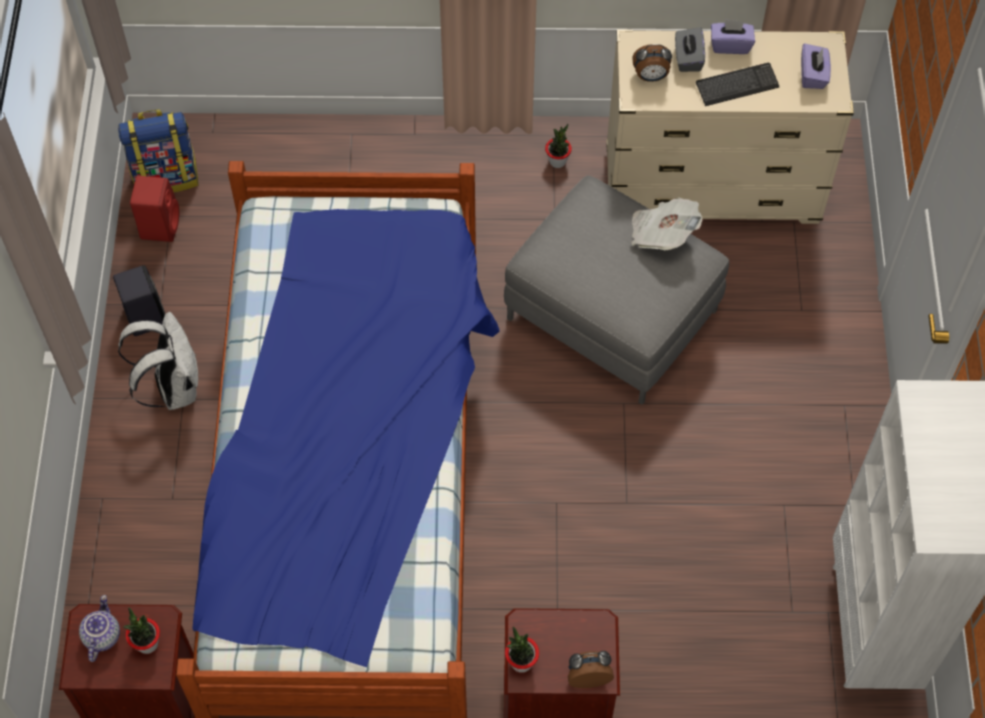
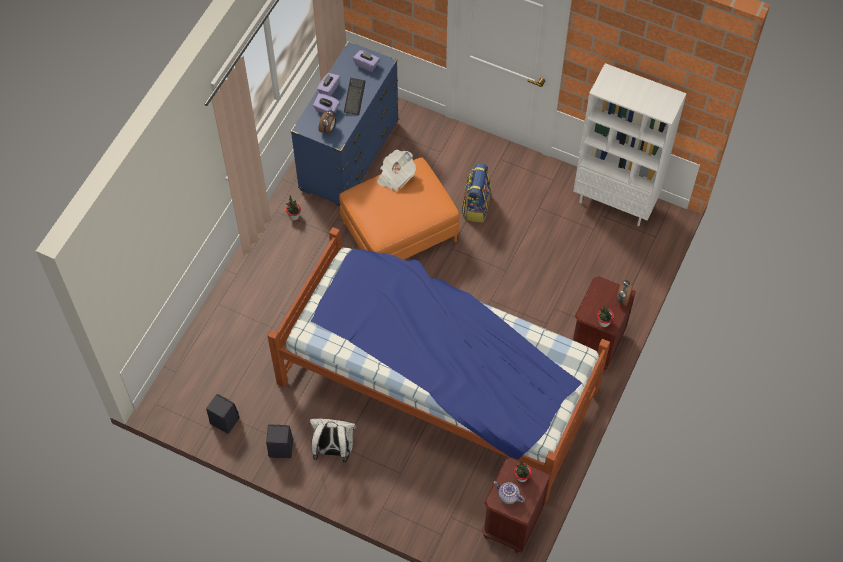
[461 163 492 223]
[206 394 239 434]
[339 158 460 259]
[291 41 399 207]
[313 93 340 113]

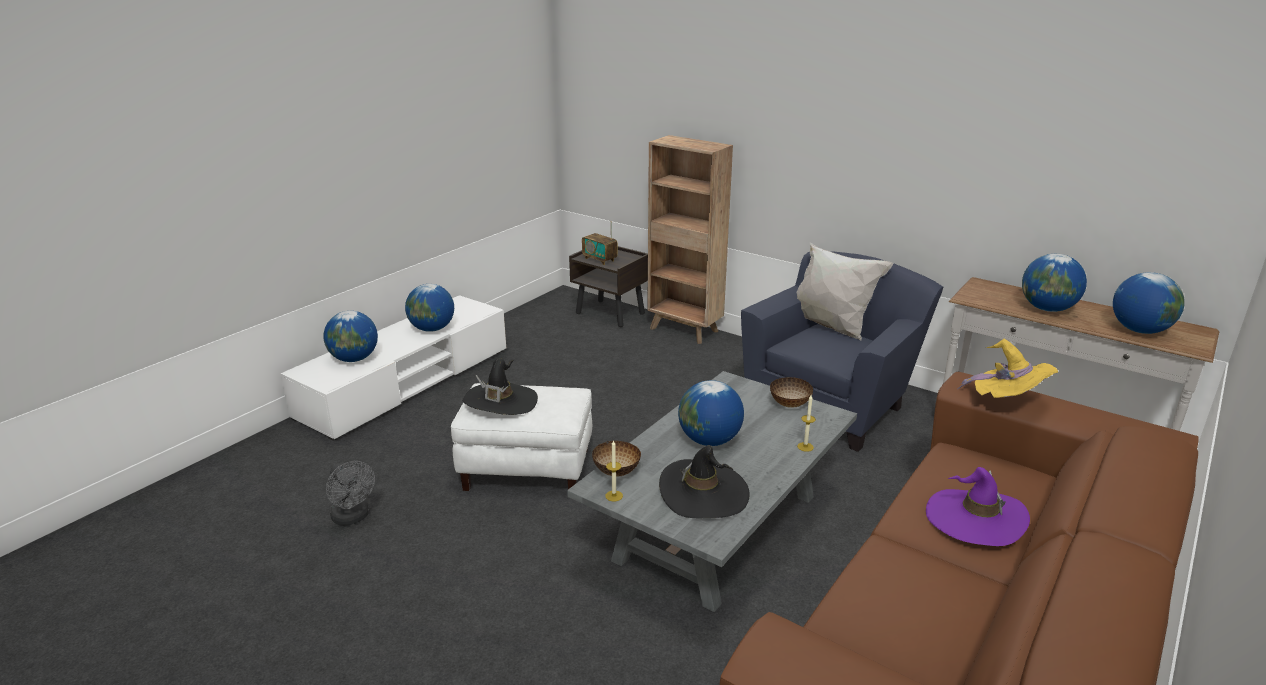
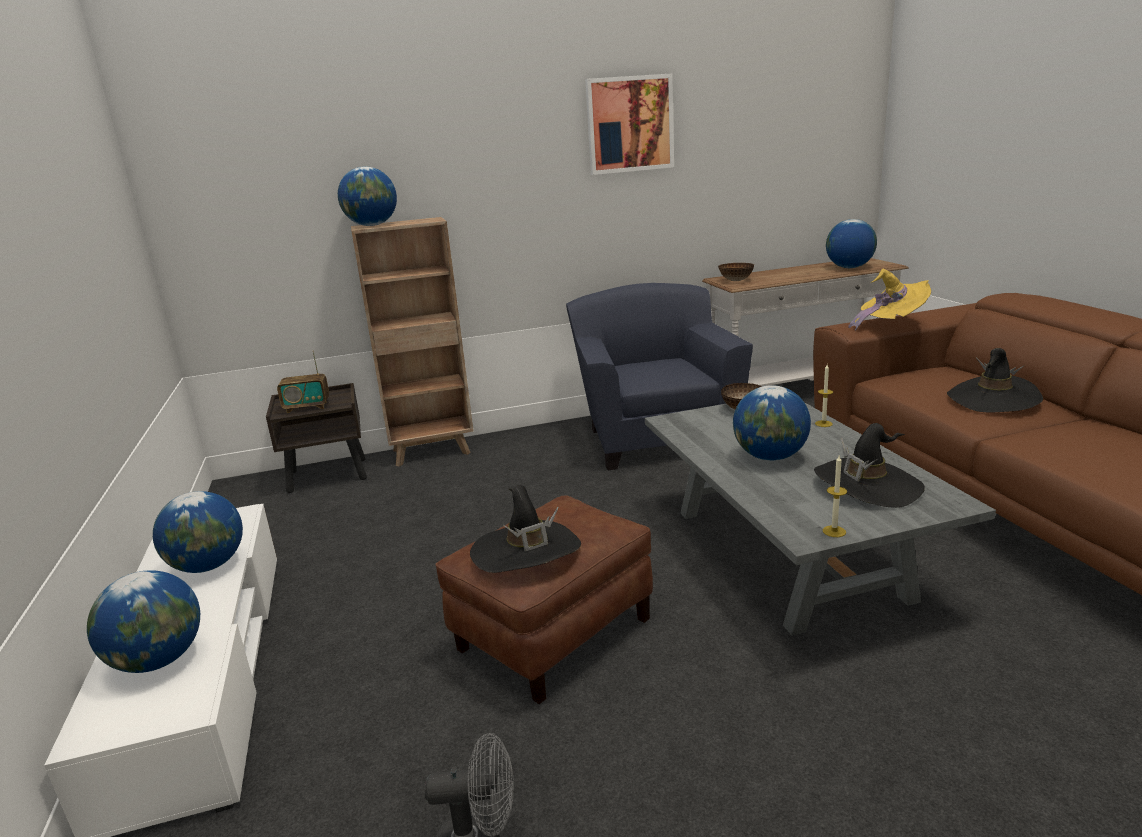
[796 242 894 340] (first image)
[585 73 674 175]
[718 263 754 281]
[338 166 397 226]
[435 495 653 704]
[947 348 1043 413]

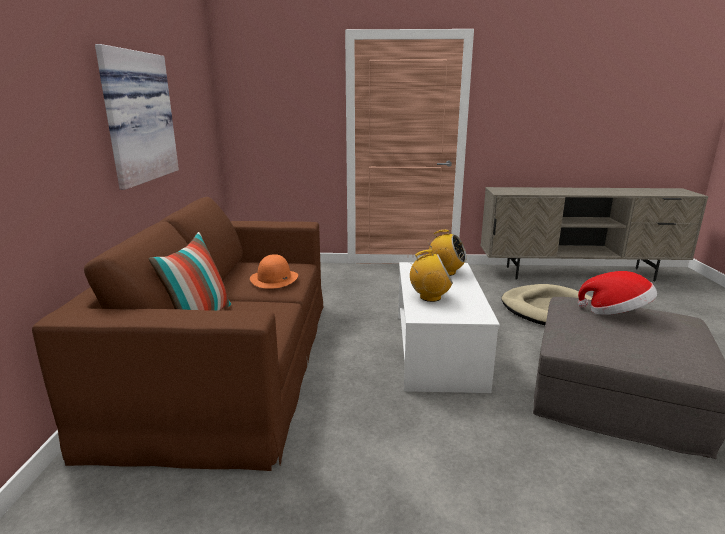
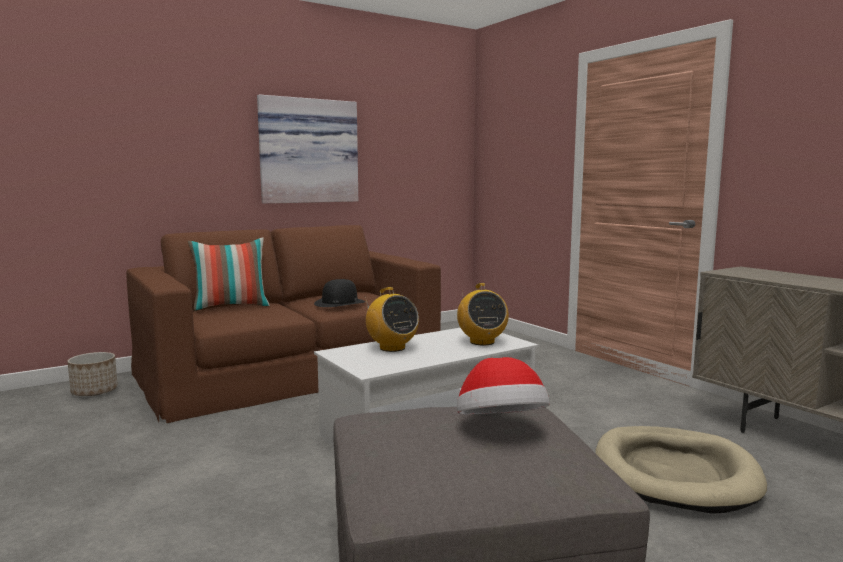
[67 352 118 396]
[314 279 365 307]

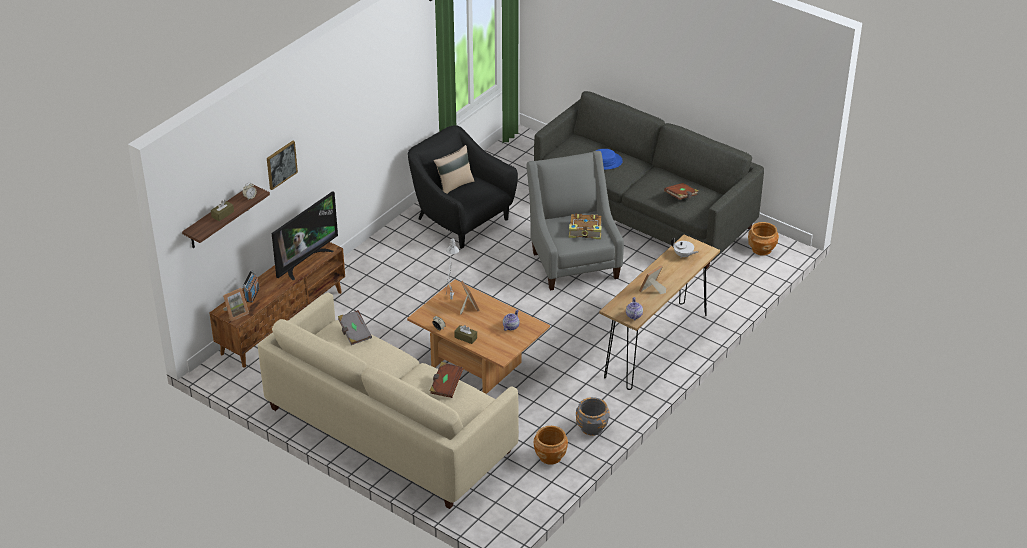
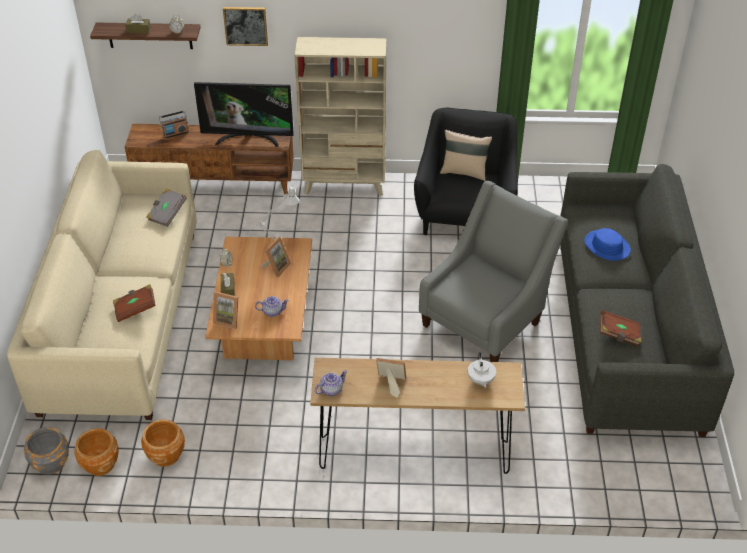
[569 213 602 239] (first image)
[295 37 386 196]
[213 291 238 329]
[24 427 69 475]
[74 428 118 476]

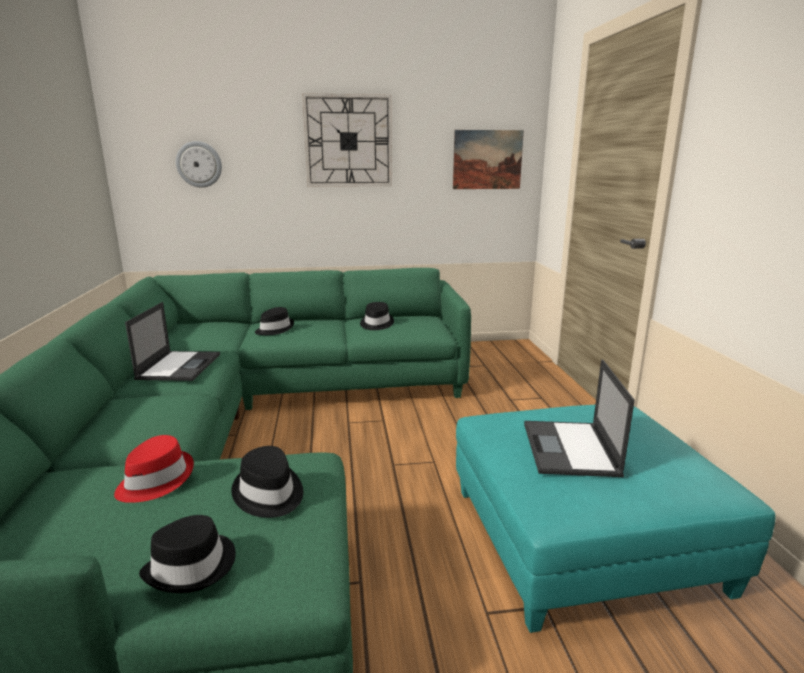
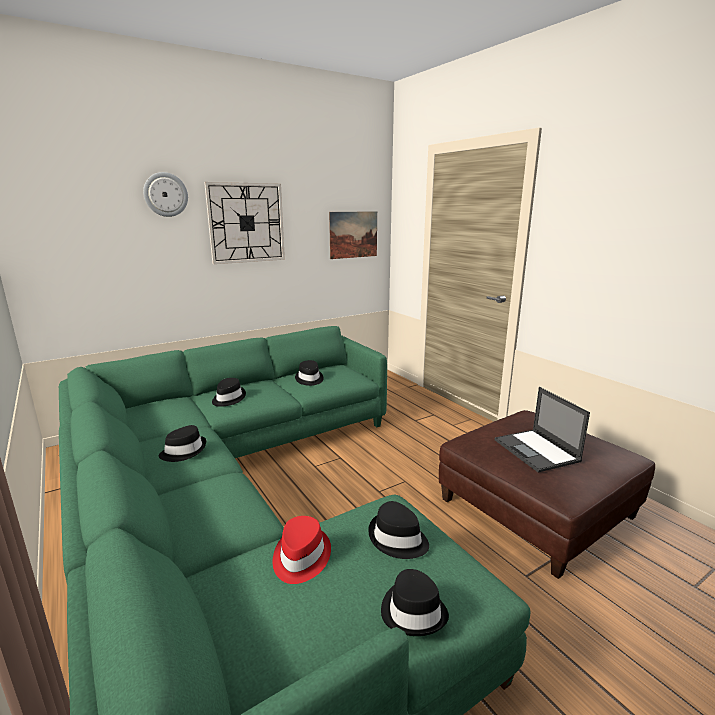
[143 172 188 217]
[159 425 206 462]
[439 410 655 579]

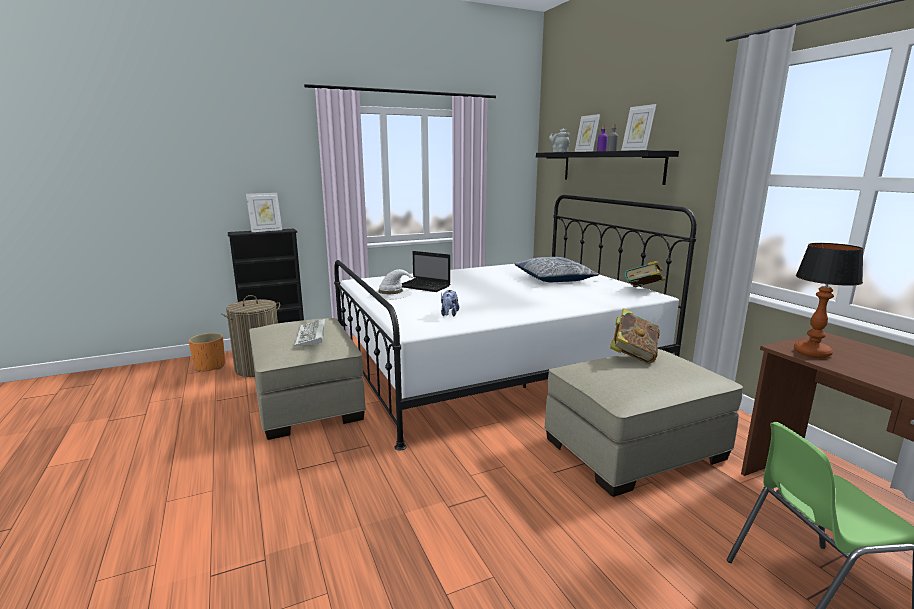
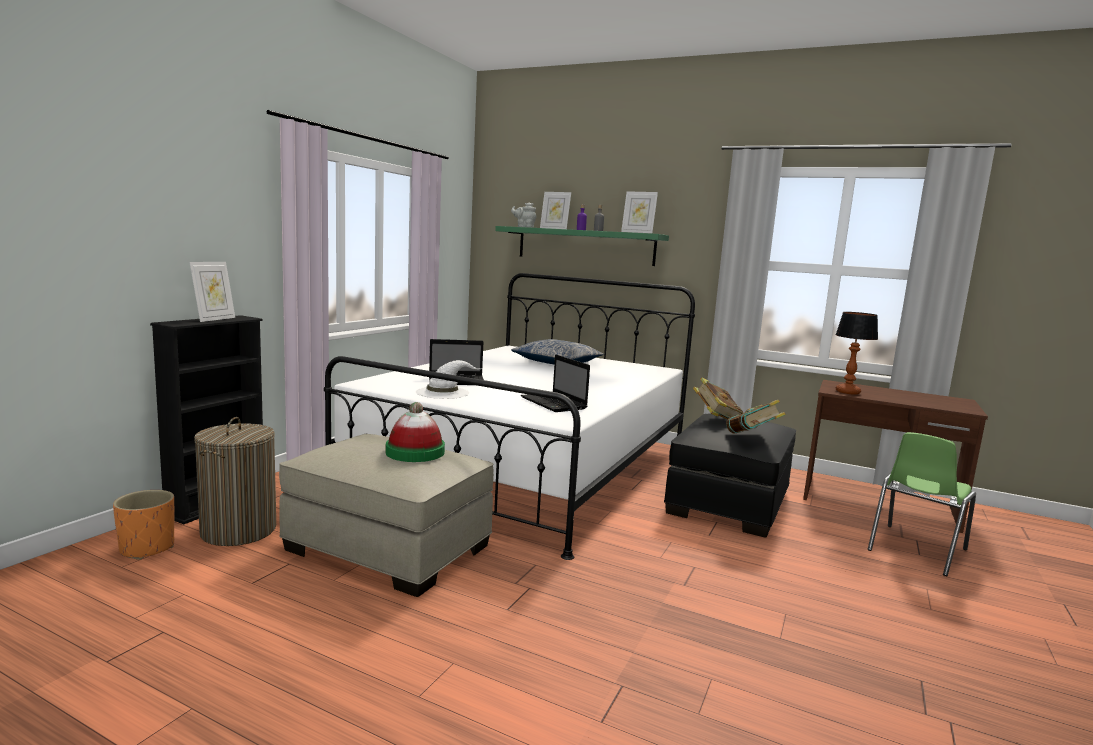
[726 400 786 433]
[386 402 445 462]
[521 355 590 412]
[495 226 669 266]
[664 414 796 538]

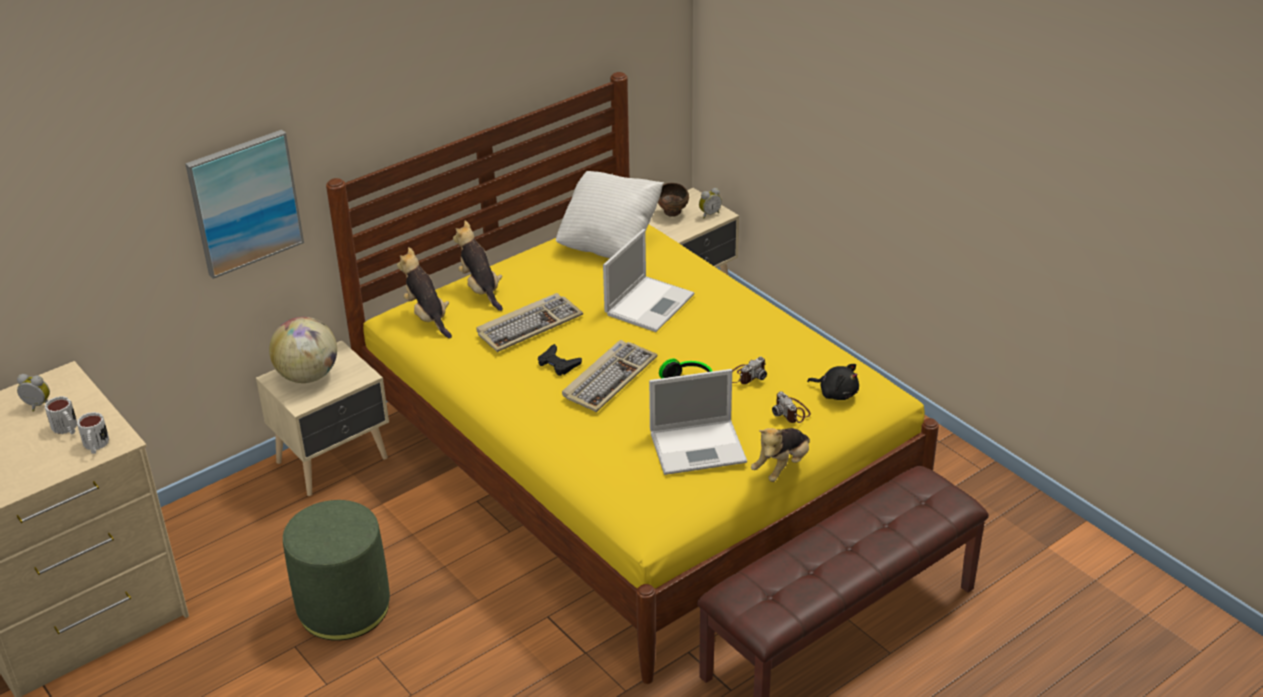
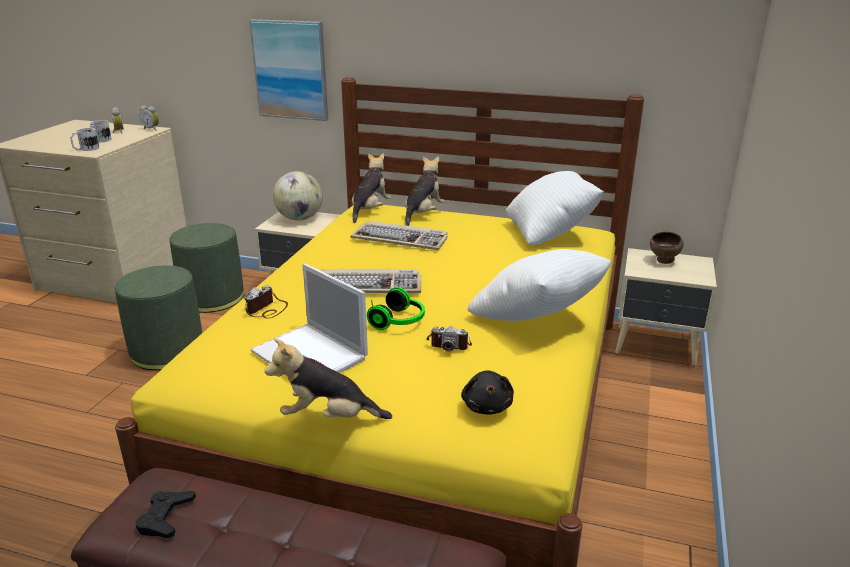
[603 229 694 332] (first image)
[170 223 244 313]
[468 249 612 321]
[136 491 196 538]
[140 106 159 131]
[244 285 288 318]

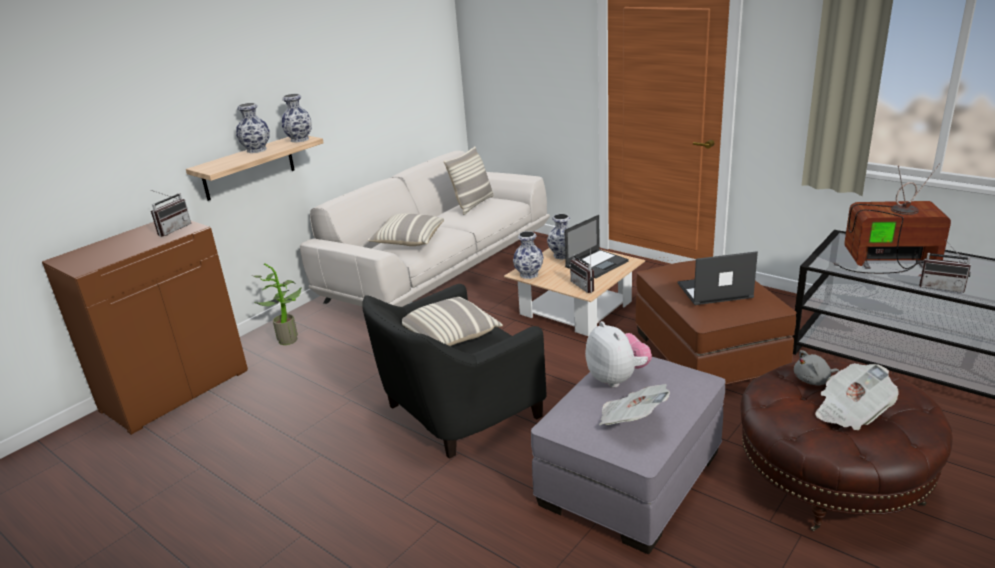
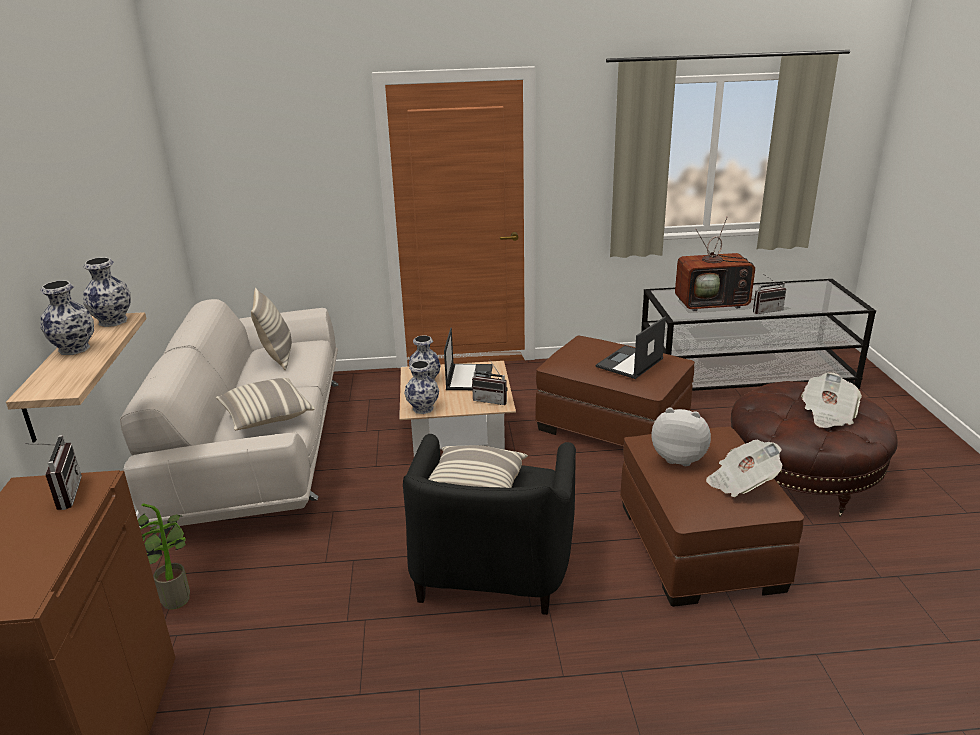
[794 350 840 386] (first image)
[620 427 804 607]
[675 216 755 311]

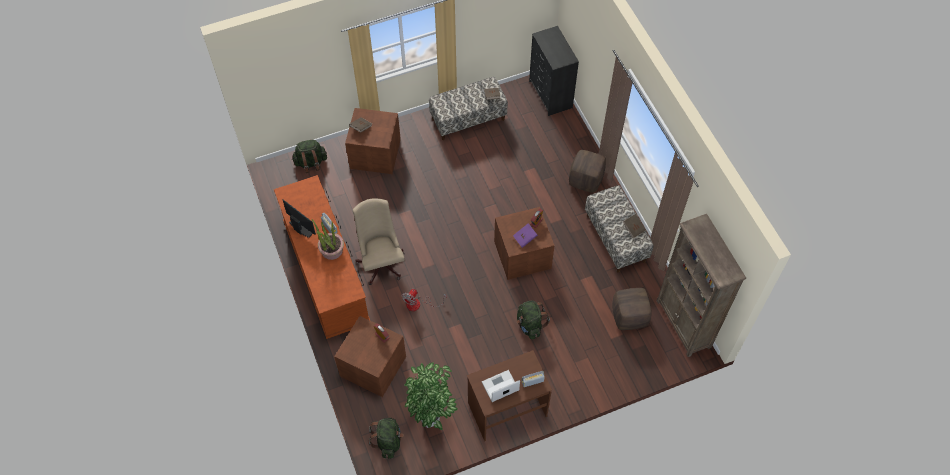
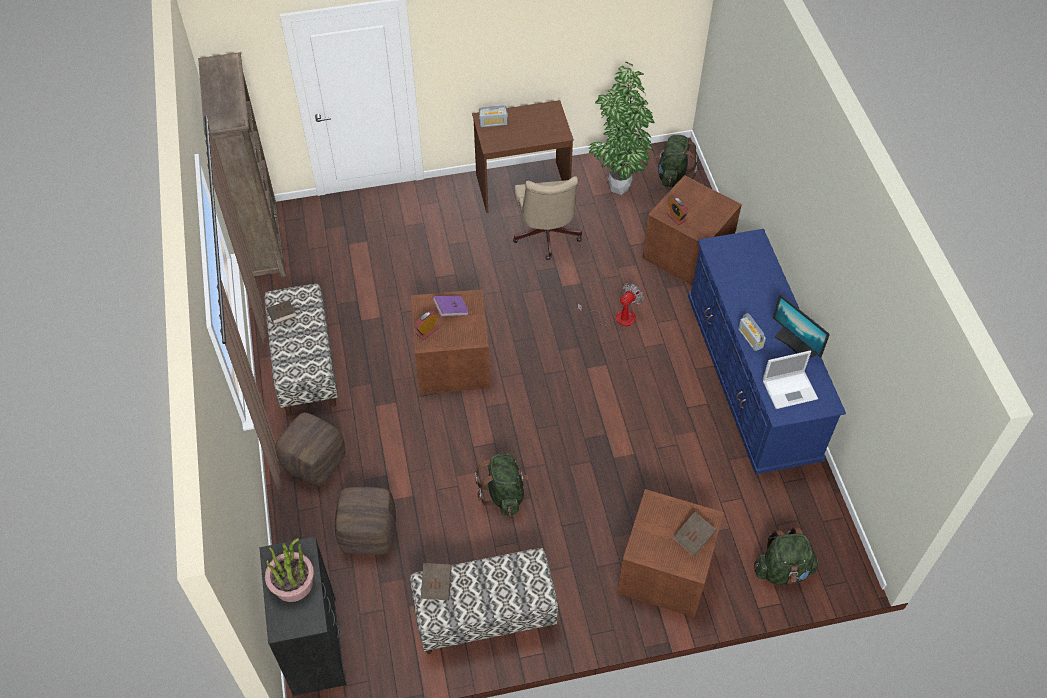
[265 538 314 602]
[513 176 582 260]
[763 351 818 409]
[475 453 528 516]
[335 487 396 555]
[688 229 846 475]

